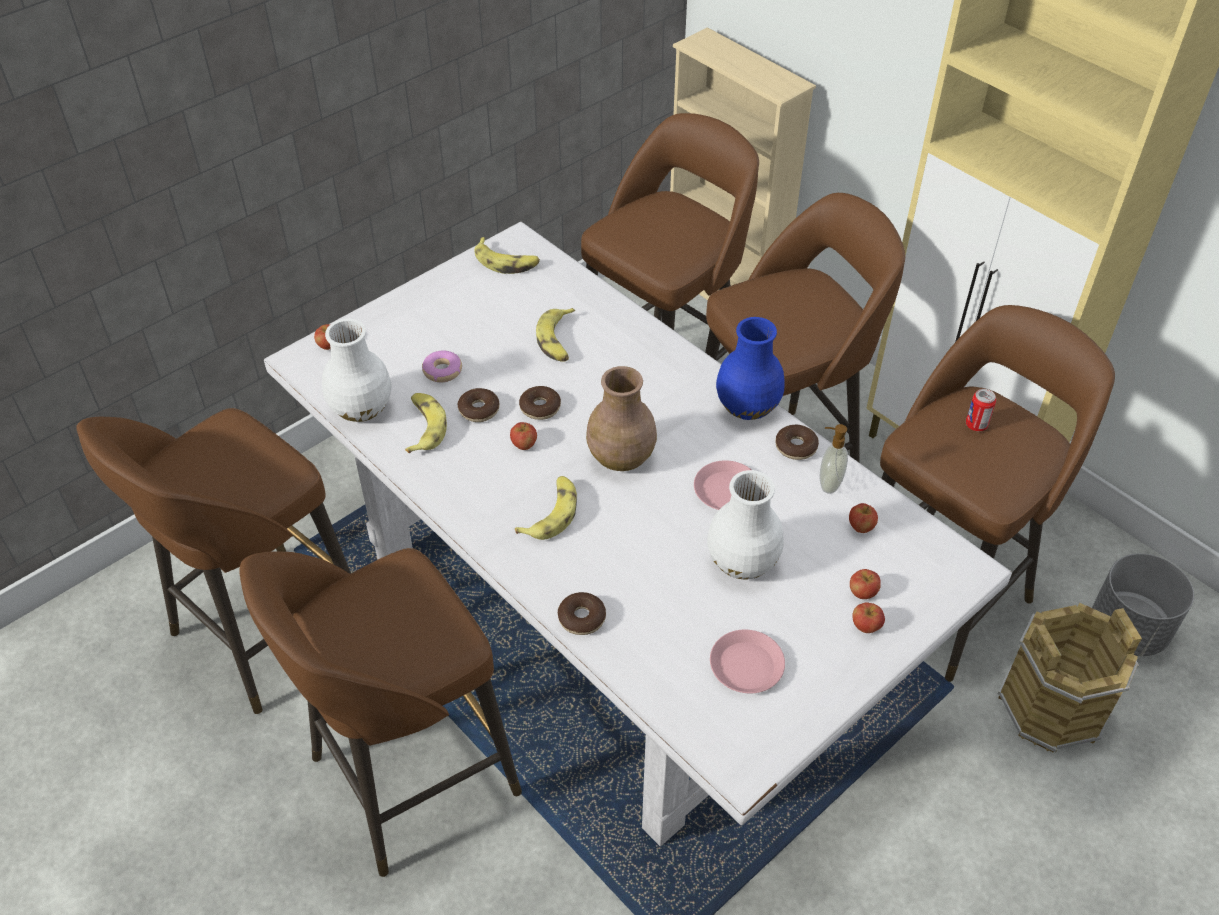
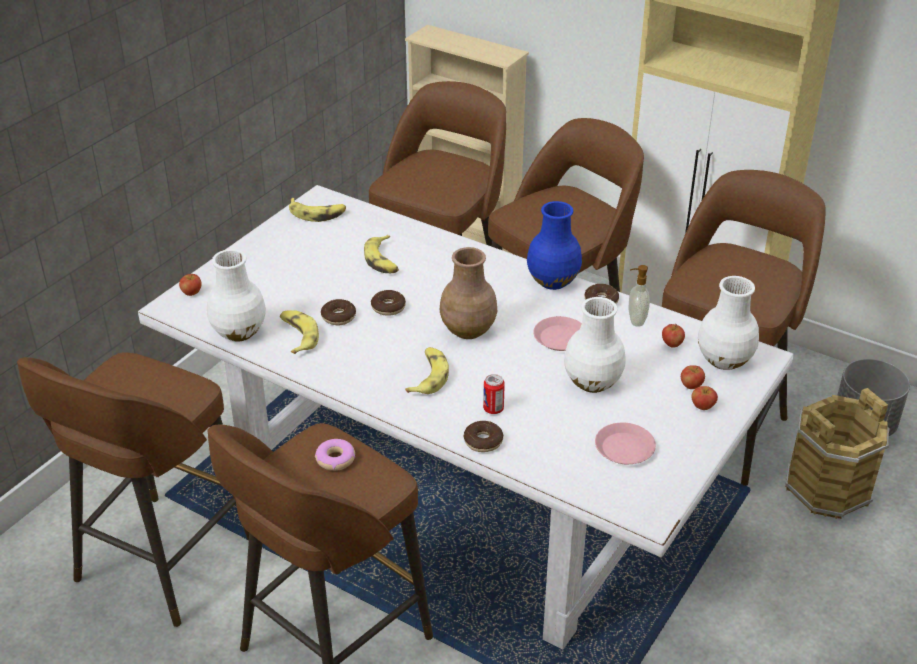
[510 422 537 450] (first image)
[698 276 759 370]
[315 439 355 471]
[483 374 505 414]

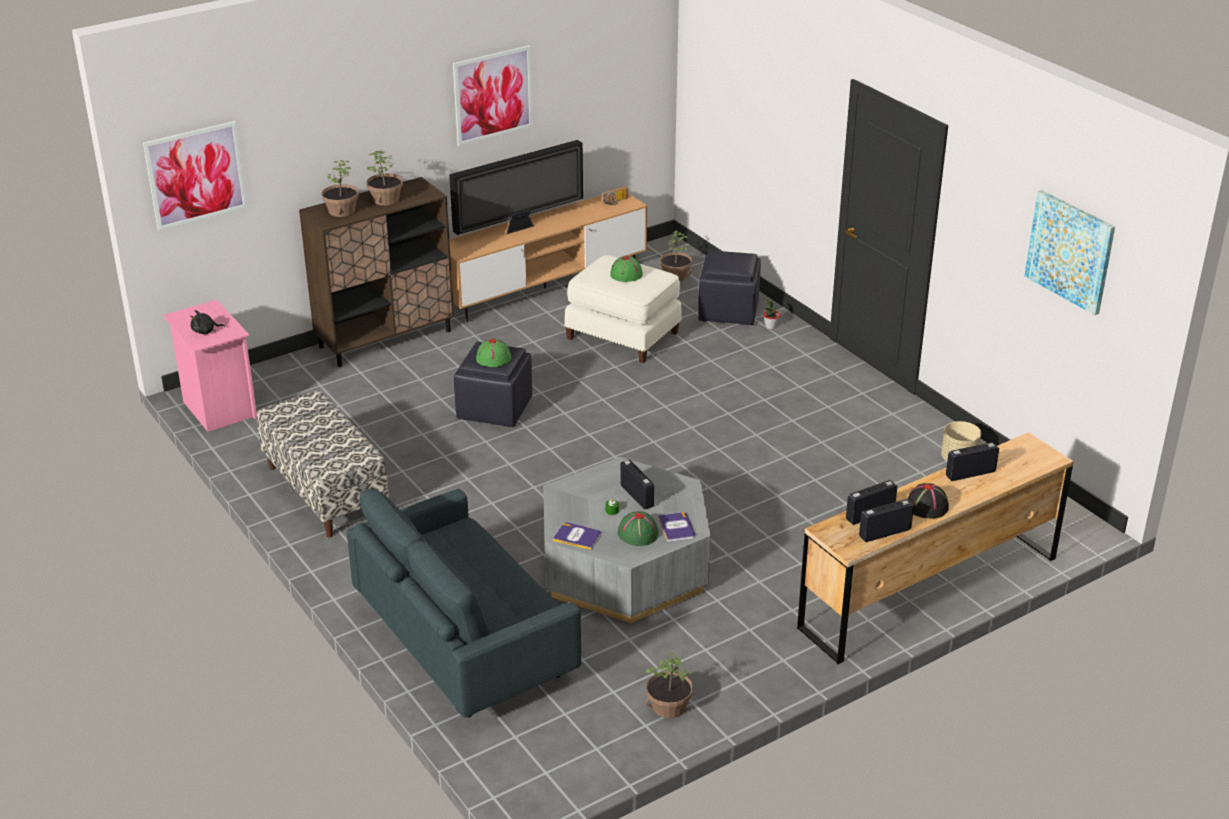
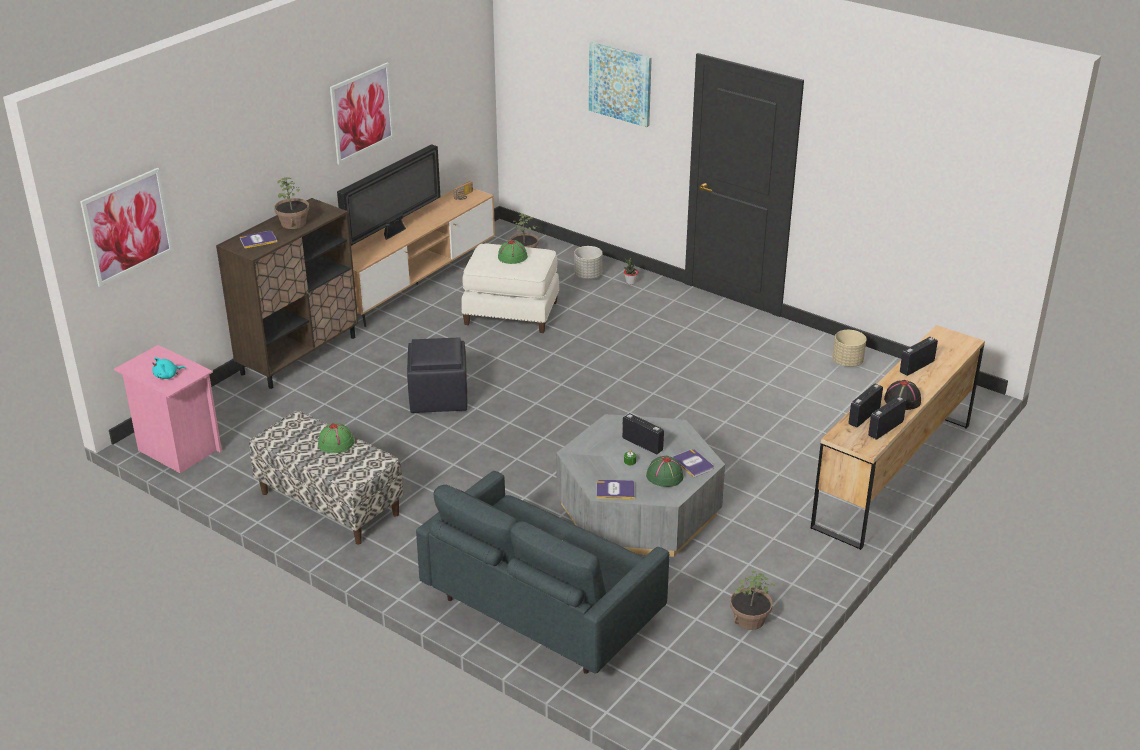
[318 423 354 453]
[589 42 652 127]
[240 231 277 248]
[574 246 602 279]
[152 357 186 379]

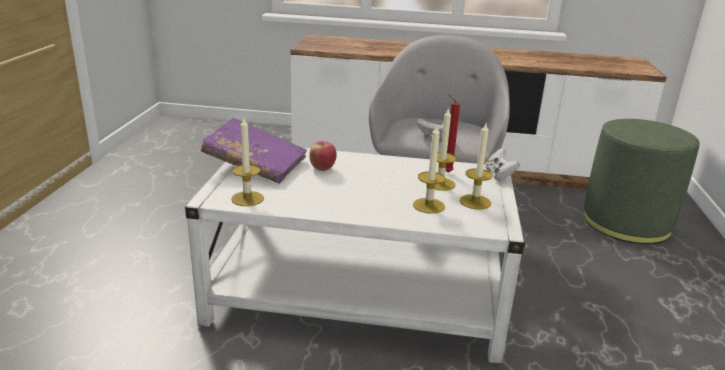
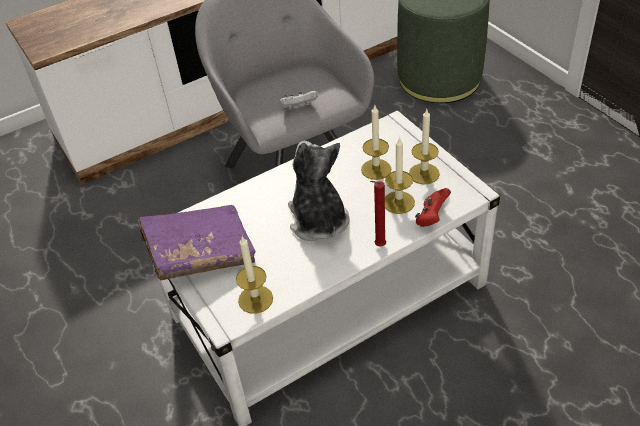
[309 141 337 171] (first image)
[485 148 520 180] (first image)
[288 141 349 241]
[415 188 451 227]
[370 181 386 247]

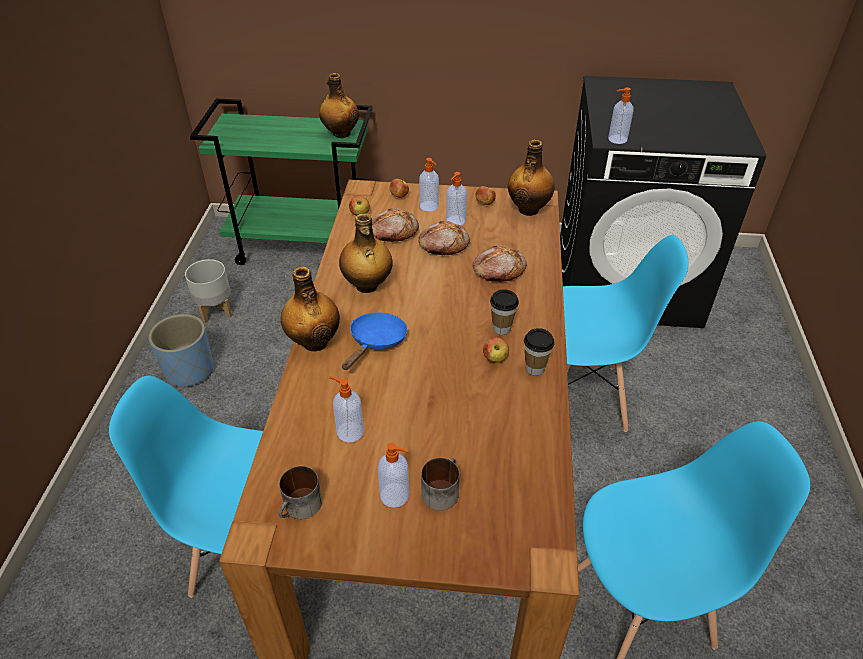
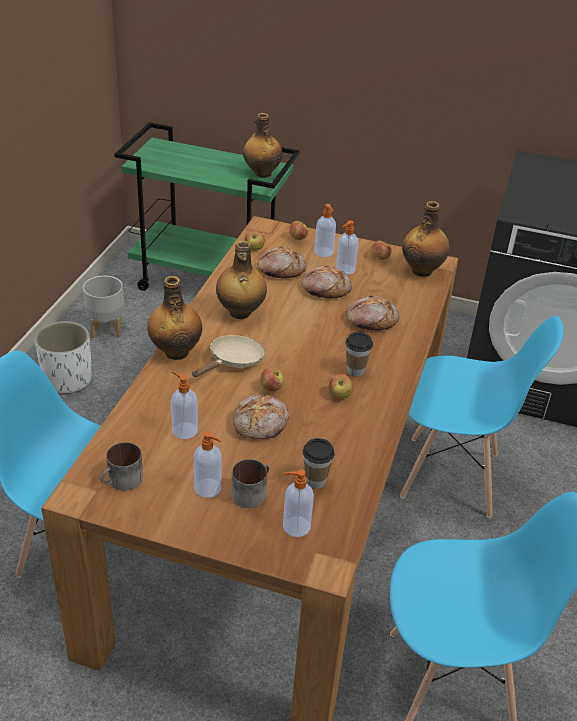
[233 395 290 439]
[260 367 284 392]
[303 438 335 489]
[283 469 314 537]
[34 321 92 393]
[192 335 265 377]

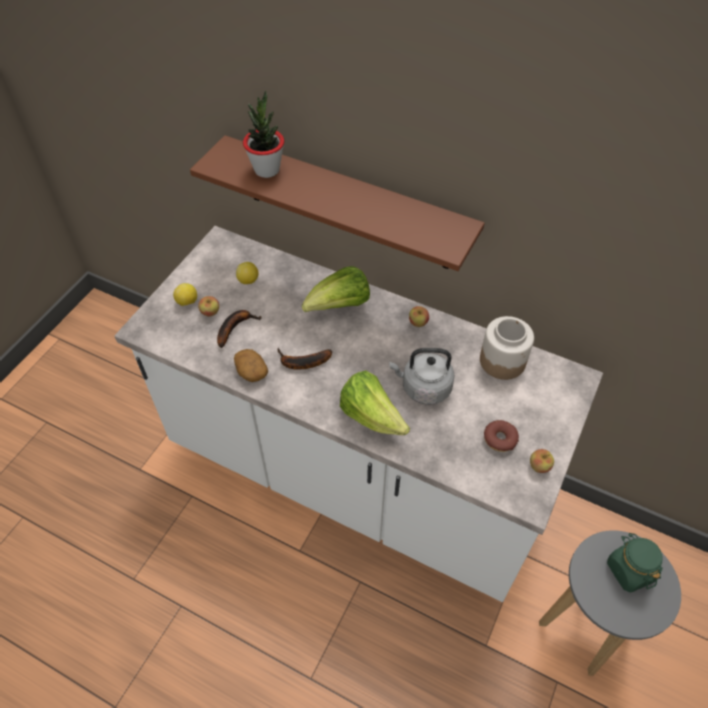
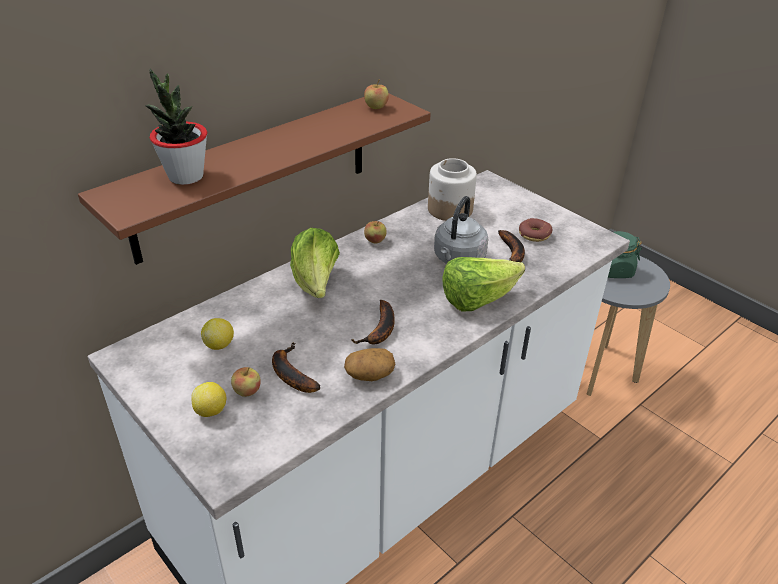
[498 230 525 262]
[364 80 389 109]

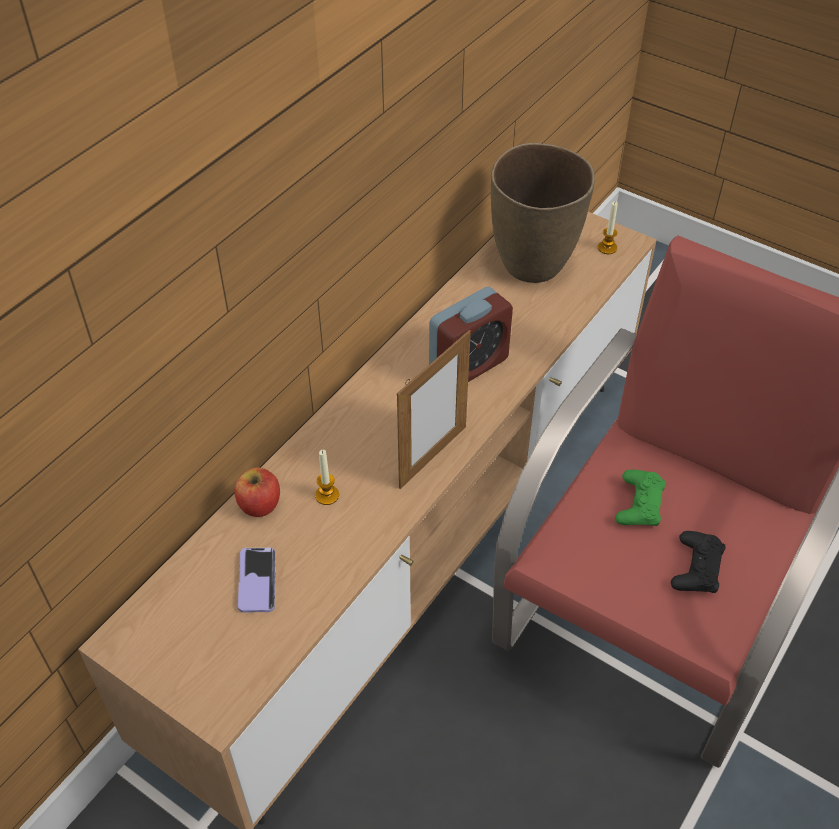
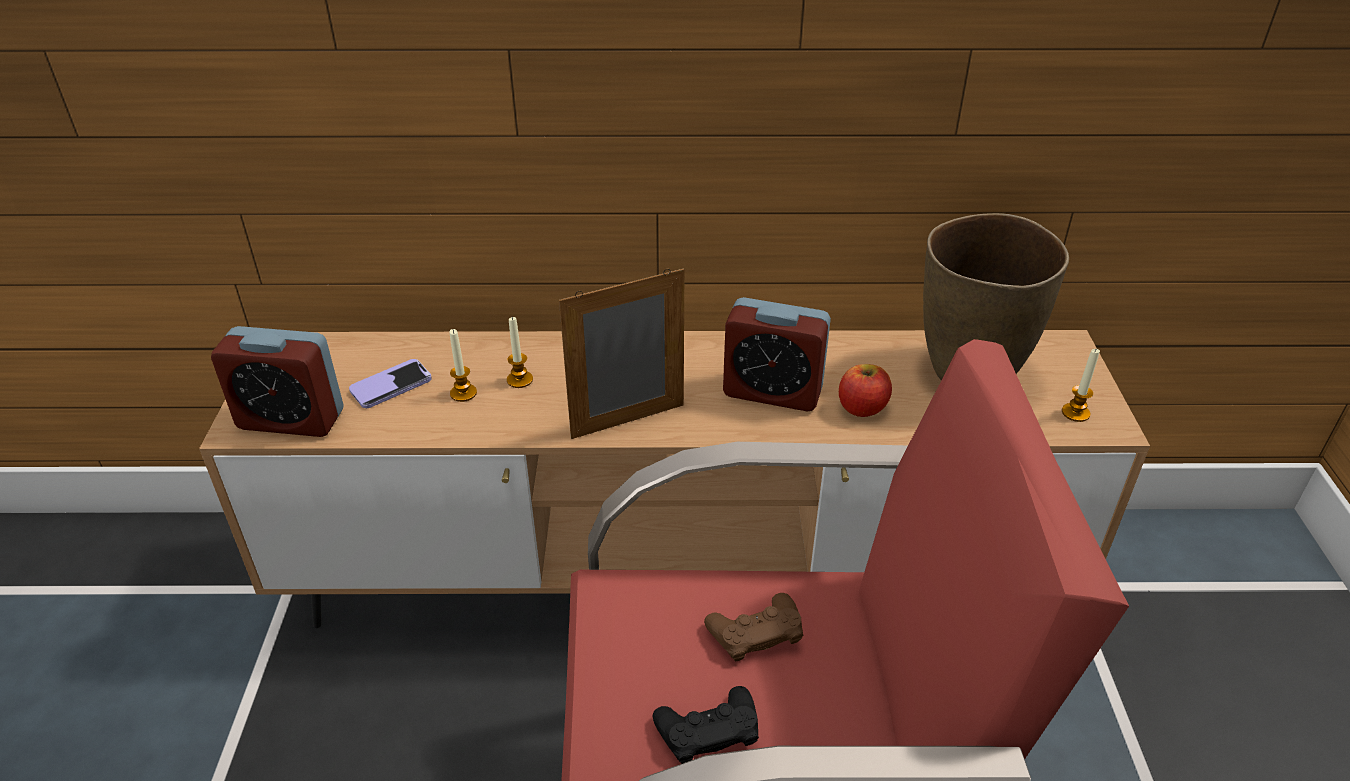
[211 326 344 437]
[449 329 477 402]
[839 364 892 417]
[704 593 803 661]
[559 268 685 439]

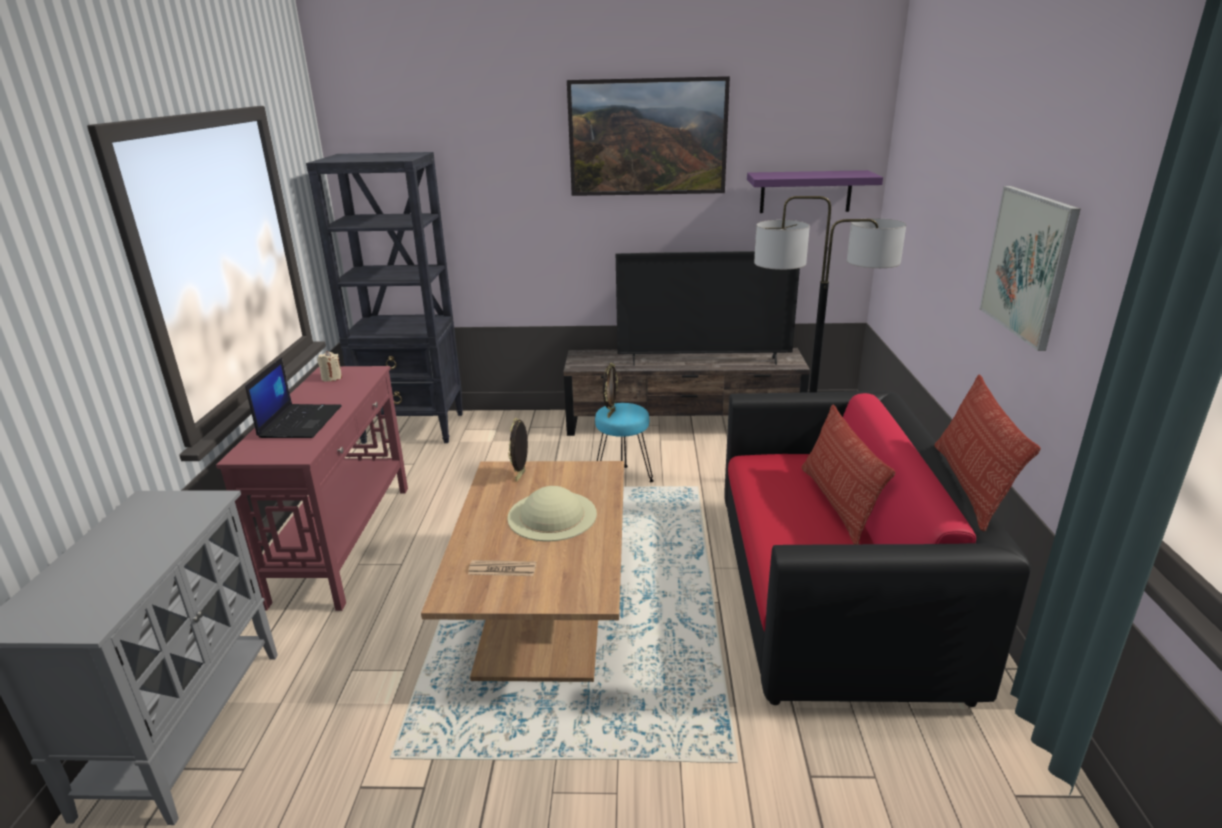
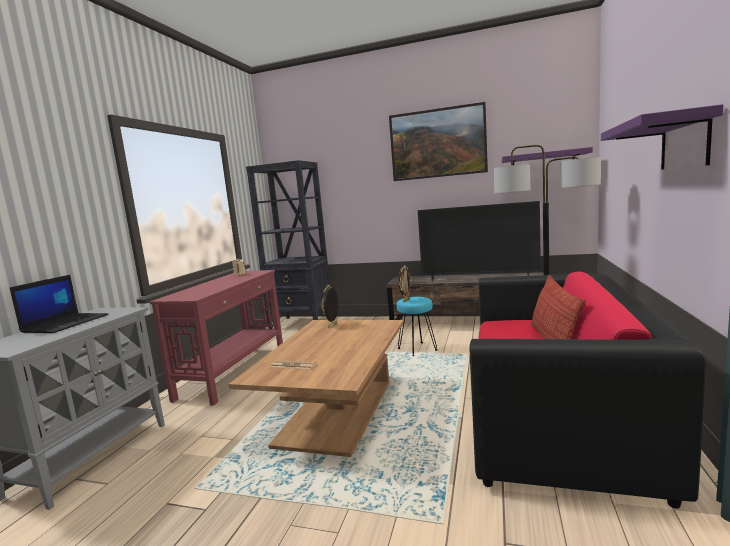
[507 486 597 542] (first image)
[934 375 1041 531] (first image)
[10 275 108 333]
[601 104 724 169]

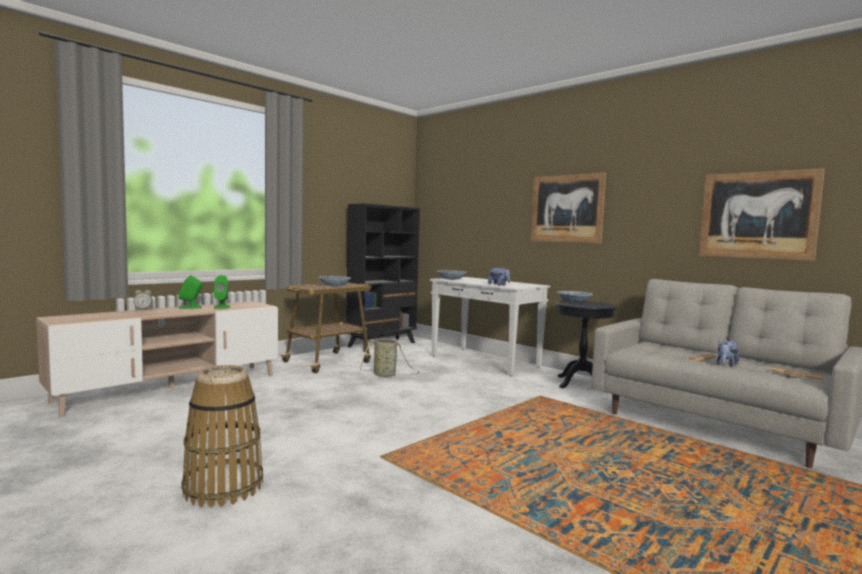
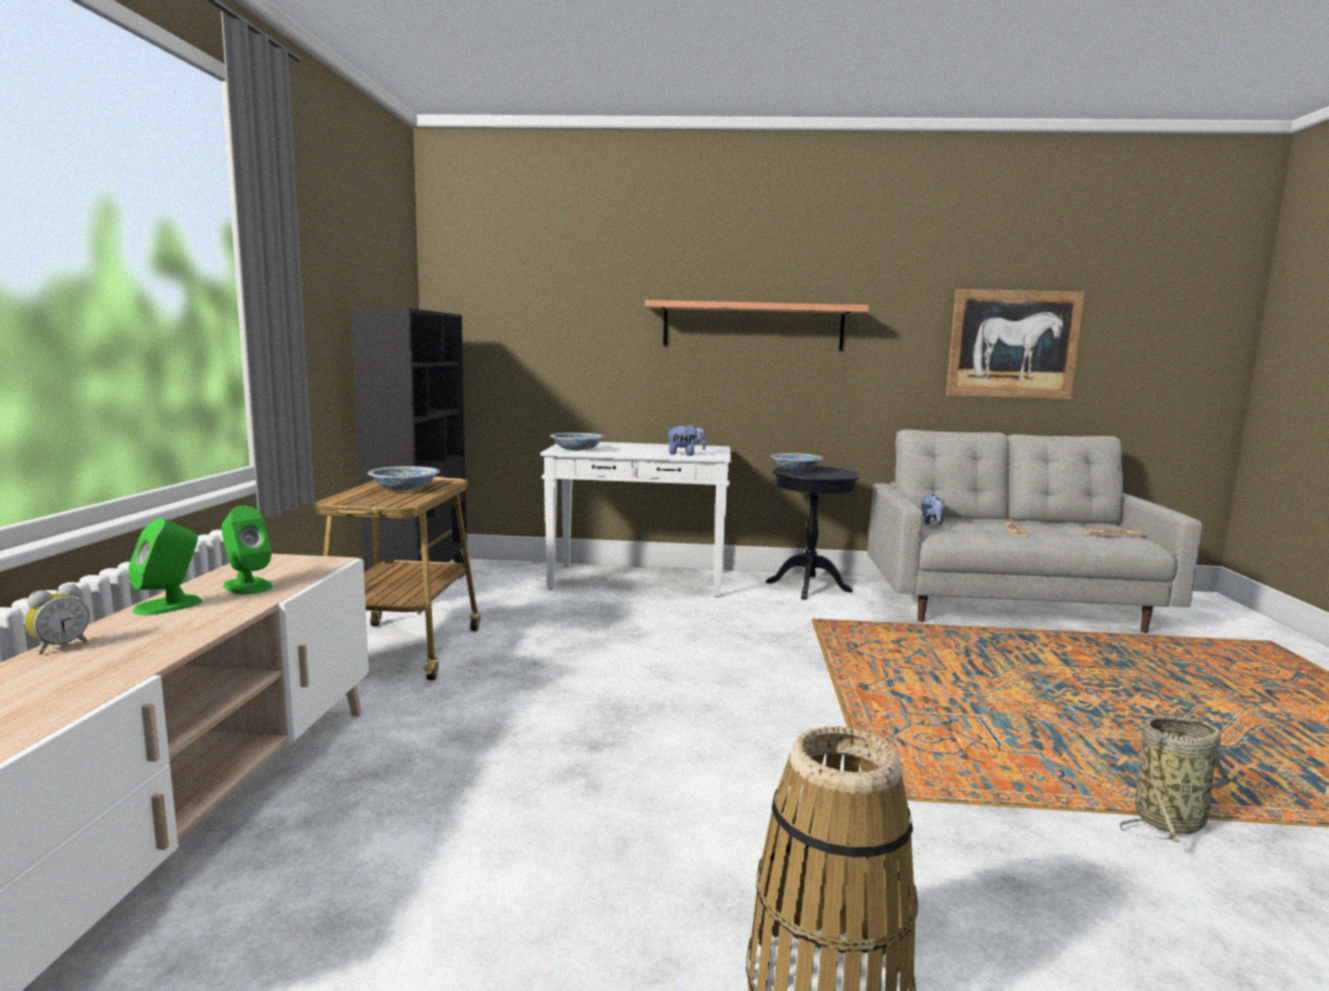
[1119 716 1233 842]
[919 494 945 525]
[645 300 869 350]

